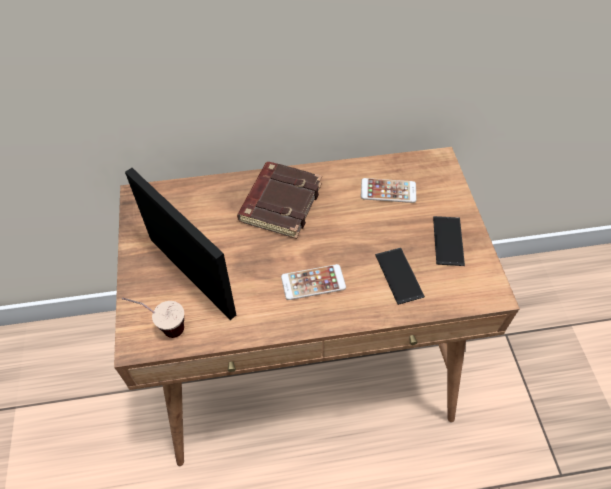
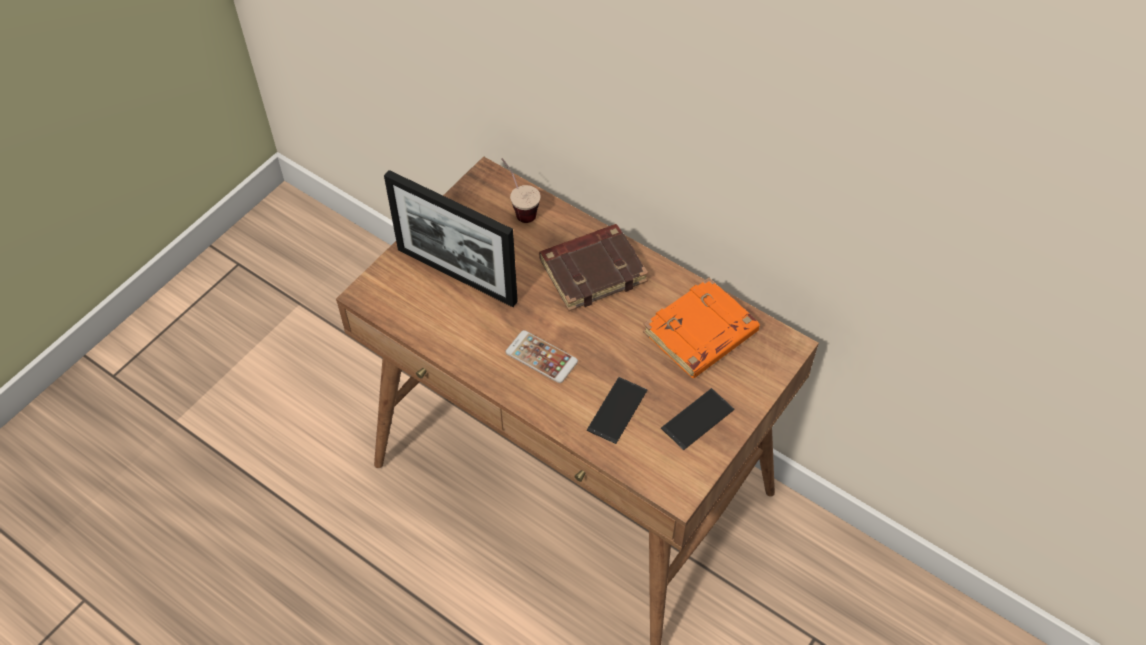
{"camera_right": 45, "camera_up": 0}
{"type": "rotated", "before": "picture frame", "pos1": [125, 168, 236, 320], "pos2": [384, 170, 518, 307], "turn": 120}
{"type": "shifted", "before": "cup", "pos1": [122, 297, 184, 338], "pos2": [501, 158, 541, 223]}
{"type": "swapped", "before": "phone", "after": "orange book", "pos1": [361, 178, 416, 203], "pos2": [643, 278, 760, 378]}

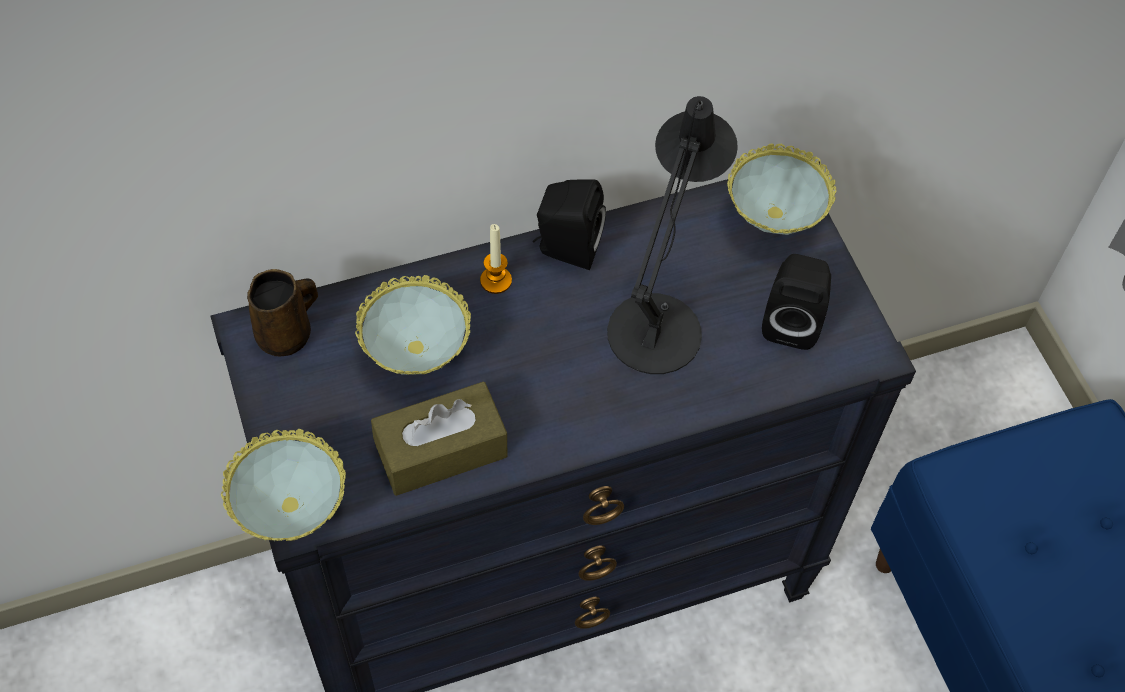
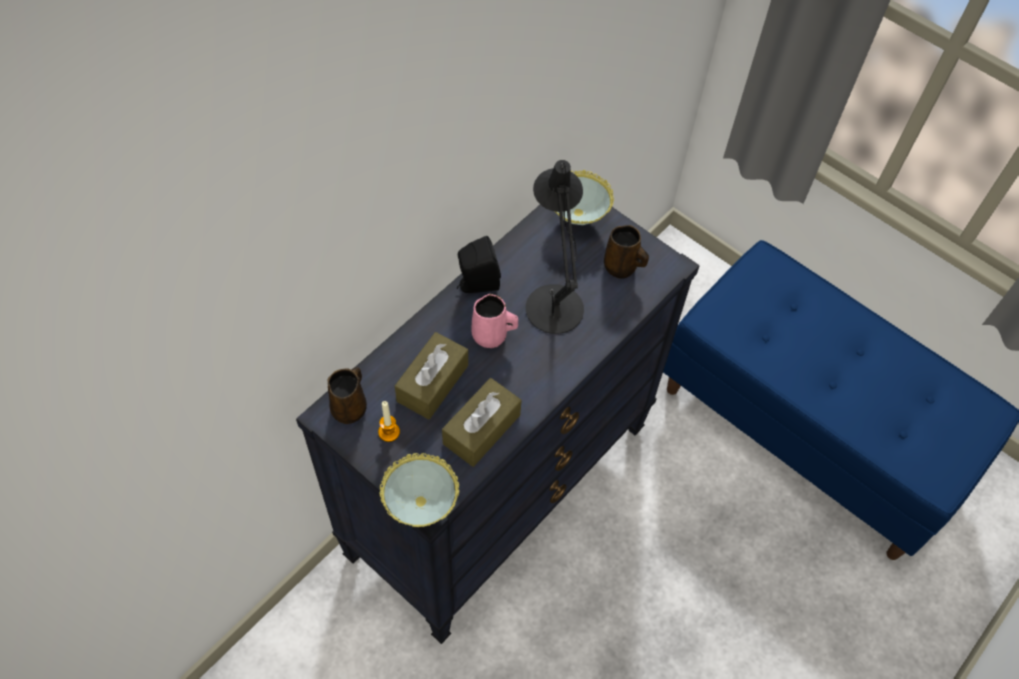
{"camera_right": -30, "camera_up": 0}
{"type": "shifted", "before": "candle", "pos1": [480, 224, 512, 294], "pos2": [378, 401, 400, 442]}
{"type": "swapped", "before": "bowl", "after": "brown tissue box", "pos1": [355, 275, 471, 375], "pos2": [395, 332, 468, 420]}
{"type": "new", "after": "pink mug", "pos2": [471, 294, 518, 348]}
{"type": "swapped", "before": "black speaker", "after": "brown mug", "pos1": [762, 254, 831, 350], "pos2": [604, 225, 649, 279]}

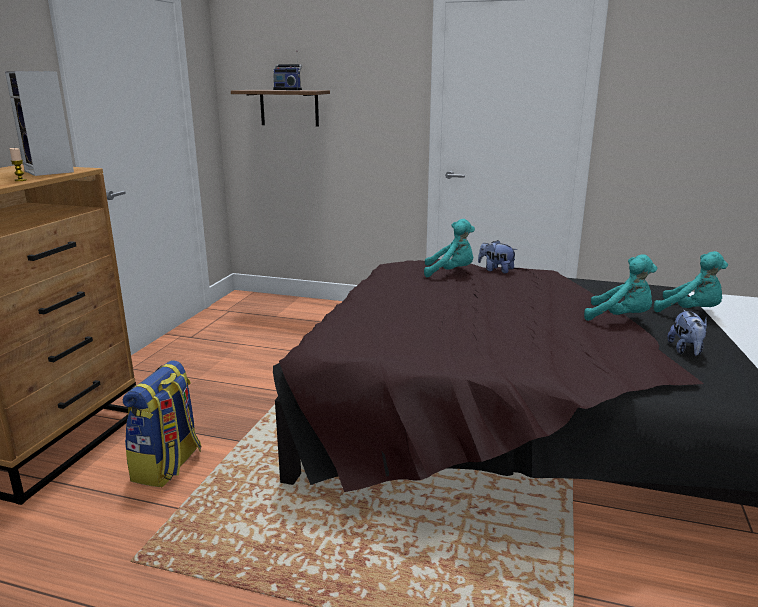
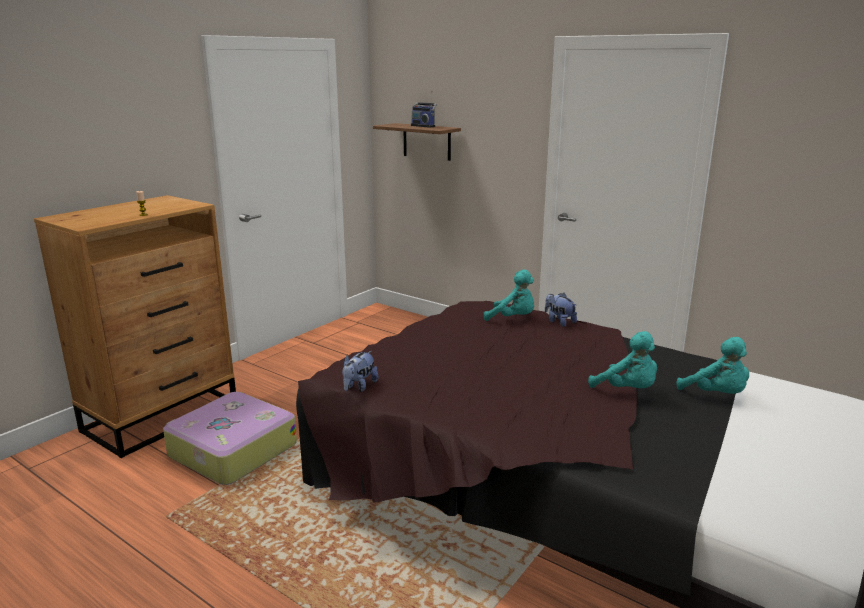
{"camera_right": 20, "camera_up": 0}
{"type": "swapped", "before": "backpack", "after": "suitcase", "pos1": [123, 360, 201, 487], "pos2": [163, 392, 297, 485]}
{"type": "shifted", "before": "plush toy", "pos1": [667, 310, 707, 356], "pos2": [342, 351, 379, 392]}
{"type": "gone", "before": "speaker", "pos1": [5, 71, 74, 176]}

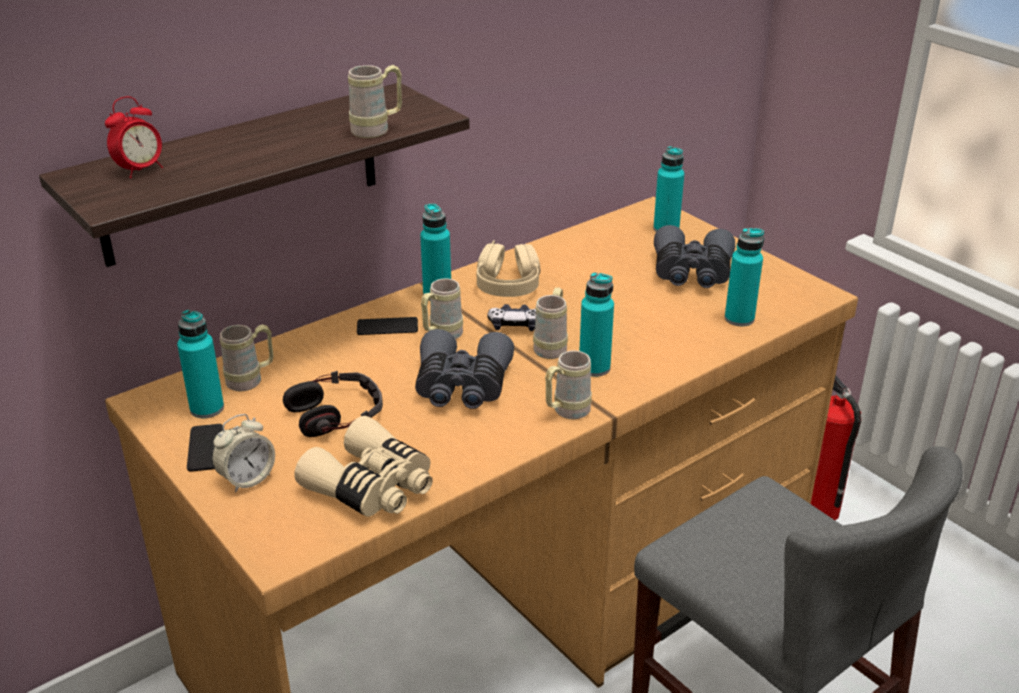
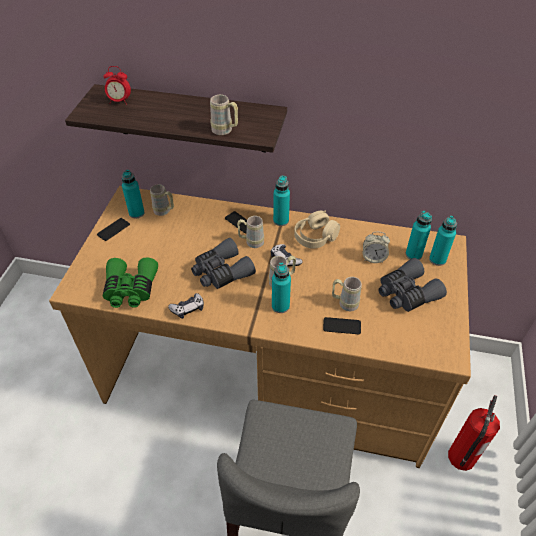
{"camera_right": 50, "camera_up": 15}
{"type": "repainted", "before": "beige binoculars", "after": "green binoculars", "pos1": [295, 416, 433, 517], "pos2": [103, 258, 158, 308]}
{"type": "new", "after": "game controller", "pos2": [168, 293, 204, 319]}
{"type": "new", "after": "phone", "pos2": [323, 317, 361, 334]}
{"type": "shifted", "before": "beige mug", "pos1": [545, 350, 592, 419], "pos2": [332, 277, 362, 311]}
{"type": "shifted", "before": "alarm clock", "pos1": [212, 414, 275, 493], "pos2": [363, 232, 390, 263]}
{"type": "shifted", "before": "turquoise bottle", "pos1": [725, 228, 764, 326], "pos2": [406, 211, 432, 260]}
{"type": "gone", "before": "headphones", "pos1": [283, 371, 383, 437]}

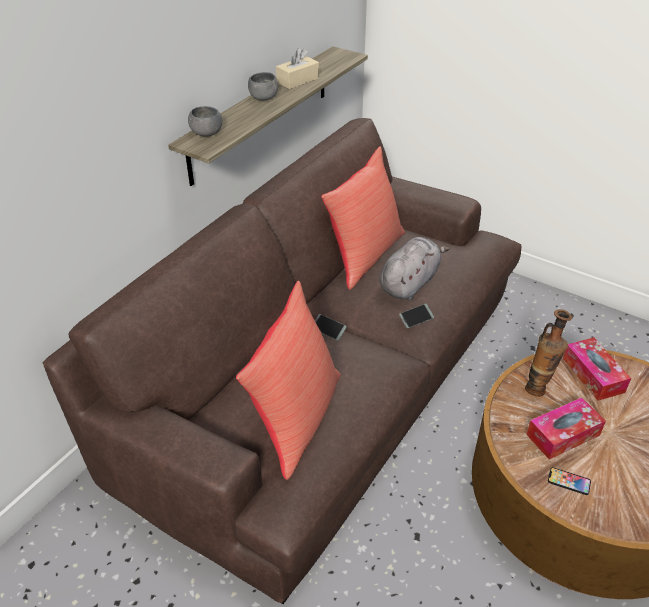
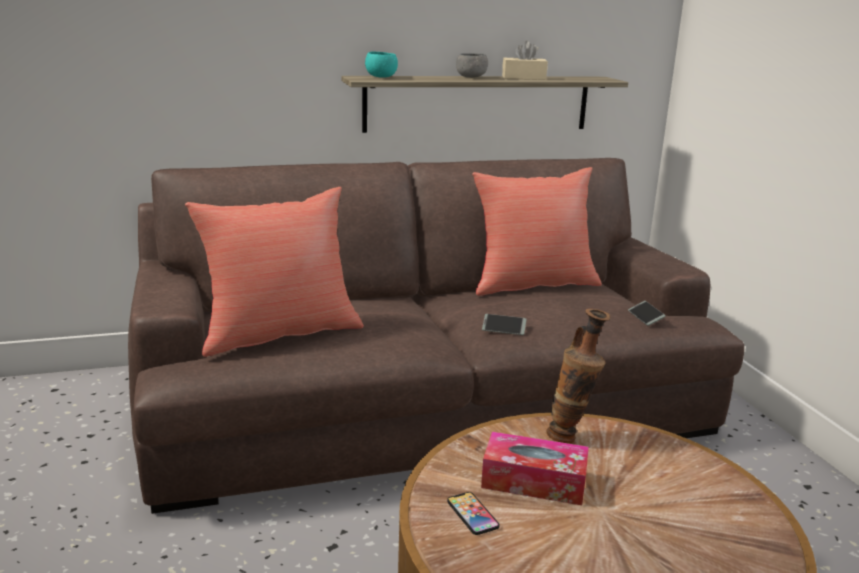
{"camera_right": 40, "camera_up": -20}
{"type": "repainted", "before": "grey bowl", "after": "turquoise bowl", "pos1": [188, 106, 222, 136], "pos2": [365, 51, 398, 78]}
{"type": "shifted", "before": "phone", "pos1": [315, 314, 347, 341], "pos2": [628, 301, 666, 326]}
{"type": "gone", "before": "grey plush toy", "pos1": [380, 237, 450, 300]}
{"type": "gone", "before": "tissue box", "pos1": [563, 337, 631, 401]}

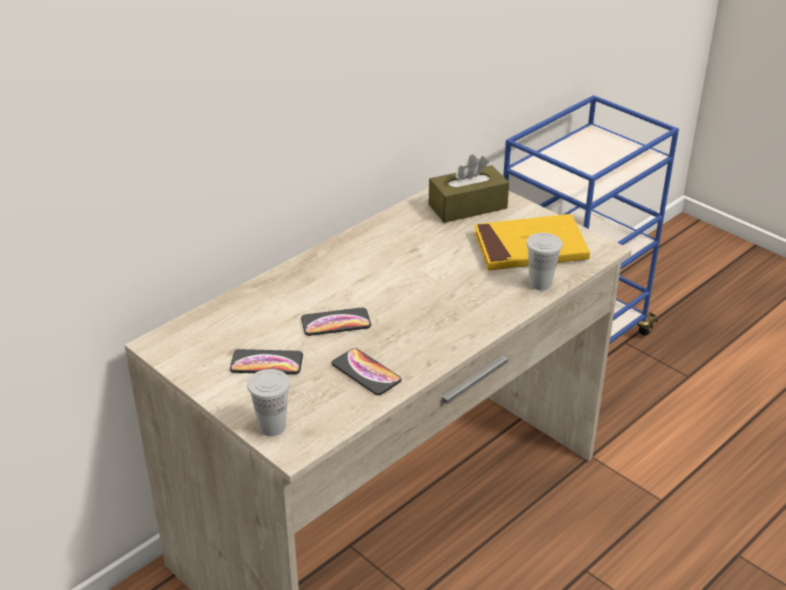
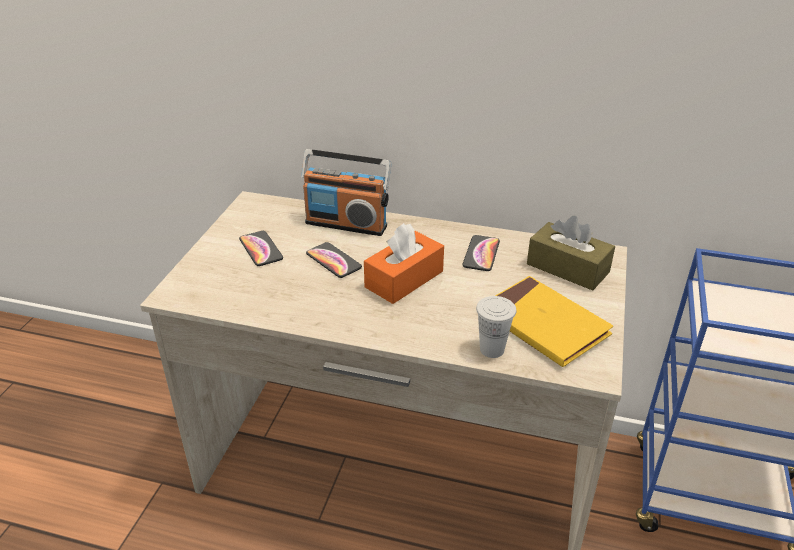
{"camera_right": 60, "camera_up": 0}
{"type": "new", "after": "radio", "pos2": [301, 149, 391, 236]}
{"type": "new", "after": "orange tissue box", "pos2": [364, 223, 444, 304]}
{"type": "shifted", "before": "phone", "pos1": [332, 348, 402, 395], "pos2": [462, 235, 500, 271]}
{"type": "gone", "before": "white cup", "pos1": [247, 369, 290, 436]}

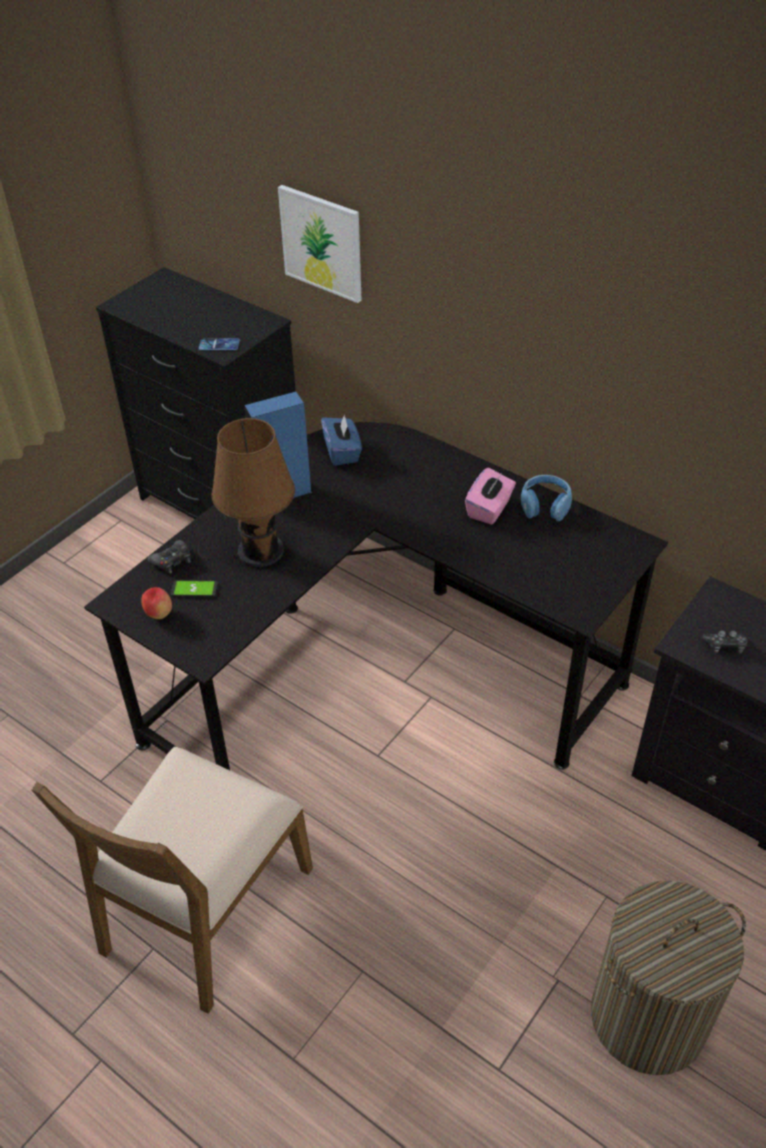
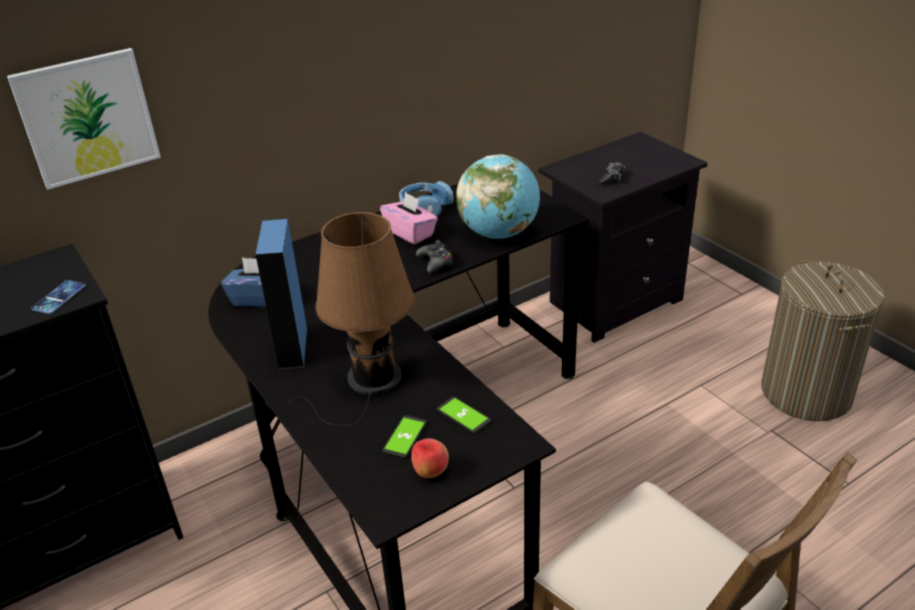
{"camera_right": -70, "camera_up": -10}
{"type": "shifted", "before": "black game controller", "pos1": [147, 540, 191, 574], "pos2": [416, 240, 454, 273]}
{"type": "new", "after": "phone", "pos2": [437, 396, 491, 434]}
{"type": "new", "after": "globe", "pos2": [456, 154, 540, 239]}

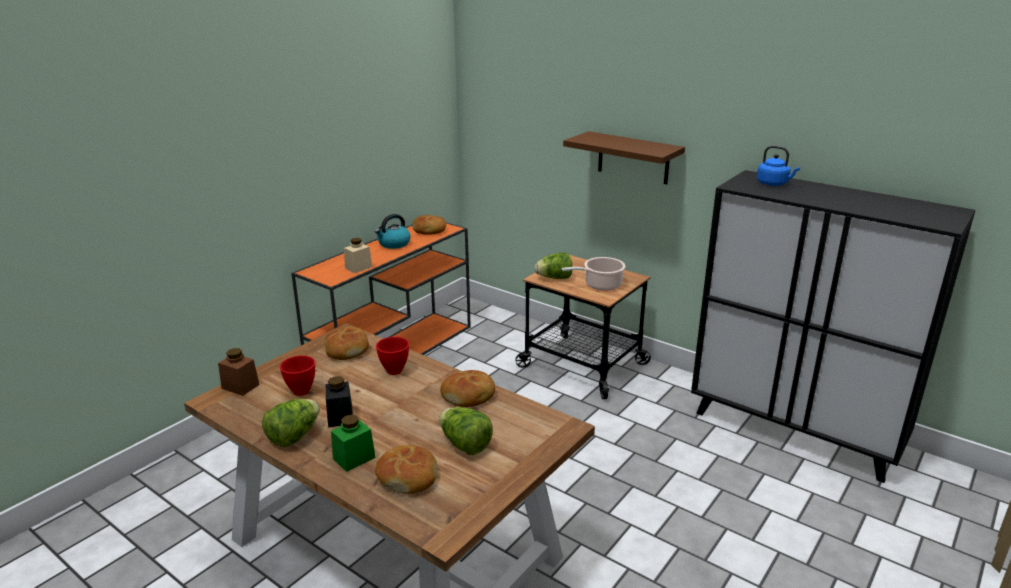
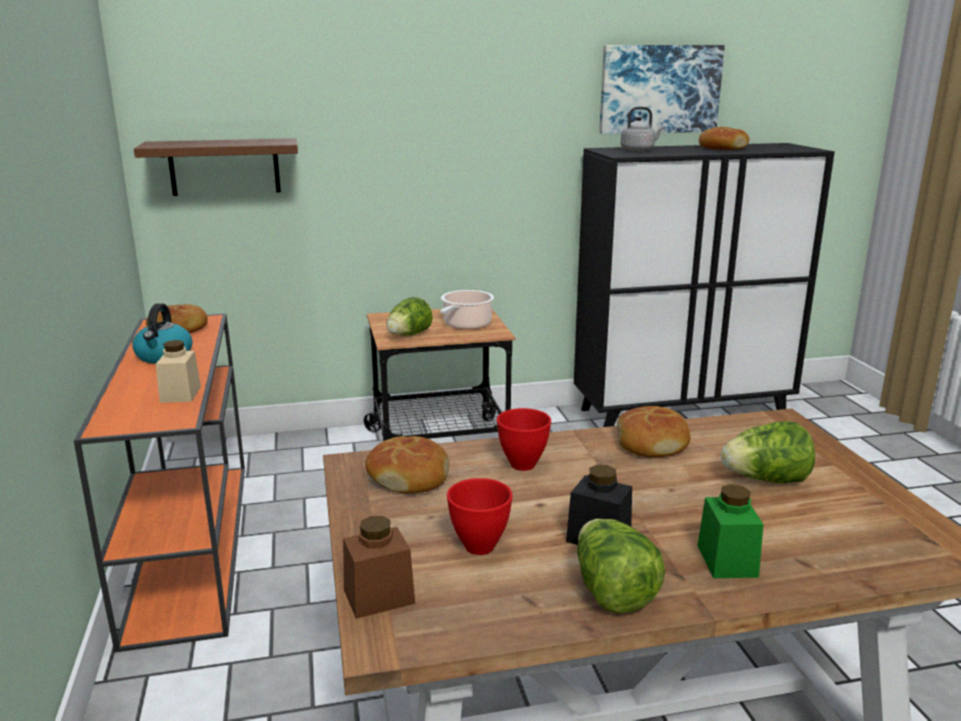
{"camera_right": -50, "camera_up": -5}
{"type": "shifted", "before": "brown shelf", "pos1": [563, 131, 685, 184], "pos2": [134, 138, 298, 196]}
{"type": "new", "after": "picture", "pos2": [599, 45, 725, 134]}
{"type": "repainted", "before": "blue kettle", "after": "grey kettle", "pos1": [757, 146, 800, 186], "pos2": [621, 107, 664, 151]}
{"type": "shifted", "before": "bread", "pos1": [375, 445, 437, 494], "pos2": [699, 127, 749, 150]}

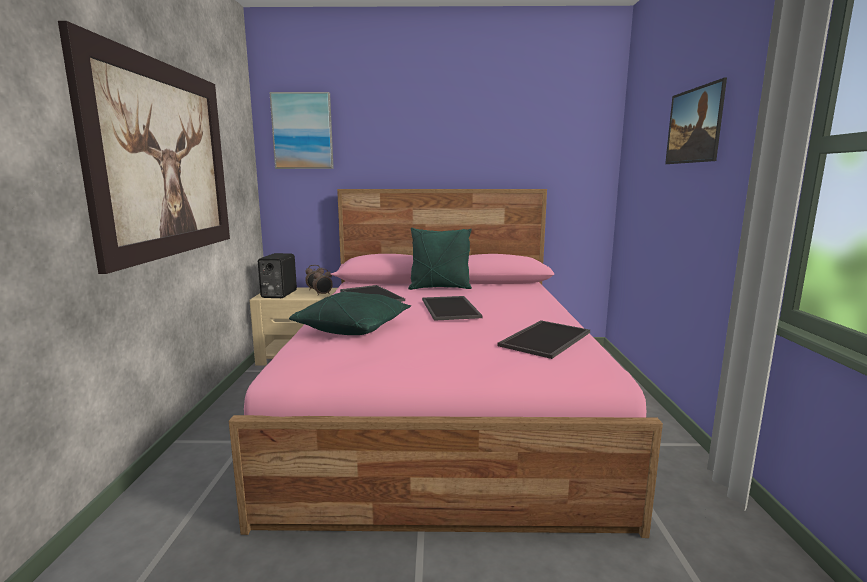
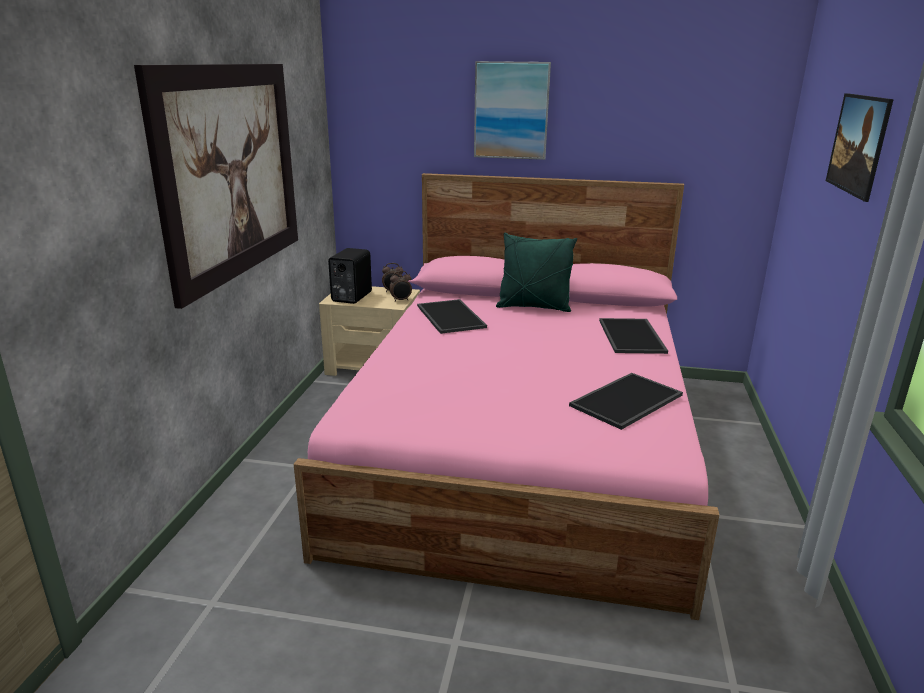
{"camera_right": 10, "camera_up": 10}
{"type": "shifted", "before": "picture", "pos1": [269, 92, 334, 169], "pos2": [474, 61, 551, 160]}
{"type": "shifted", "before": "tray", "pos1": [422, 296, 483, 321], "pos2": [599, 318, 668, 354]}
{"type": "gone", "before": "green pillow", "pos1": [289, 292, 411, 335]}

